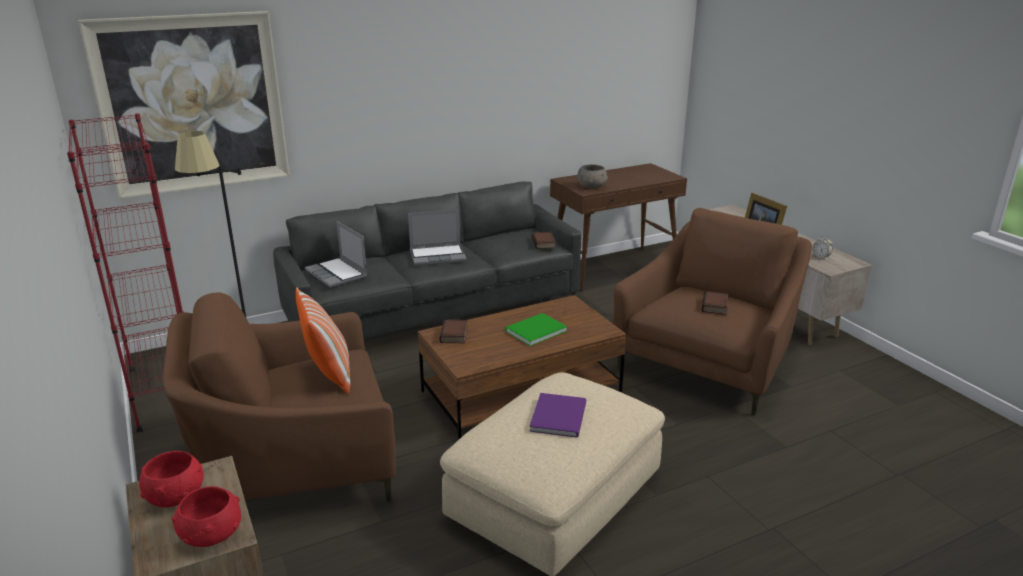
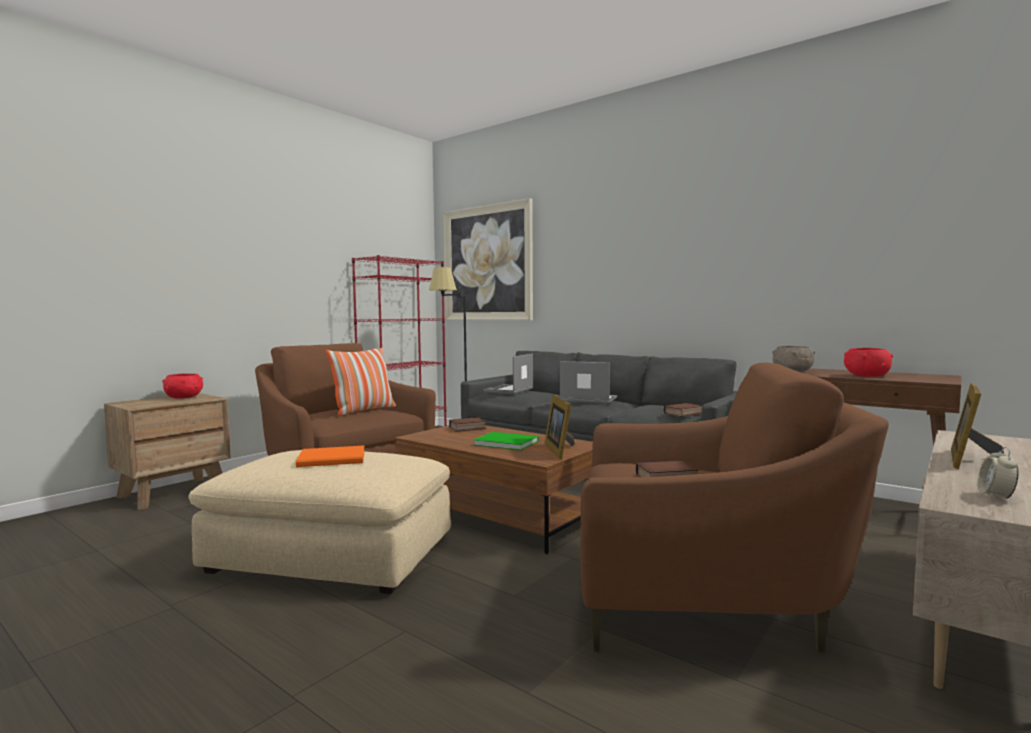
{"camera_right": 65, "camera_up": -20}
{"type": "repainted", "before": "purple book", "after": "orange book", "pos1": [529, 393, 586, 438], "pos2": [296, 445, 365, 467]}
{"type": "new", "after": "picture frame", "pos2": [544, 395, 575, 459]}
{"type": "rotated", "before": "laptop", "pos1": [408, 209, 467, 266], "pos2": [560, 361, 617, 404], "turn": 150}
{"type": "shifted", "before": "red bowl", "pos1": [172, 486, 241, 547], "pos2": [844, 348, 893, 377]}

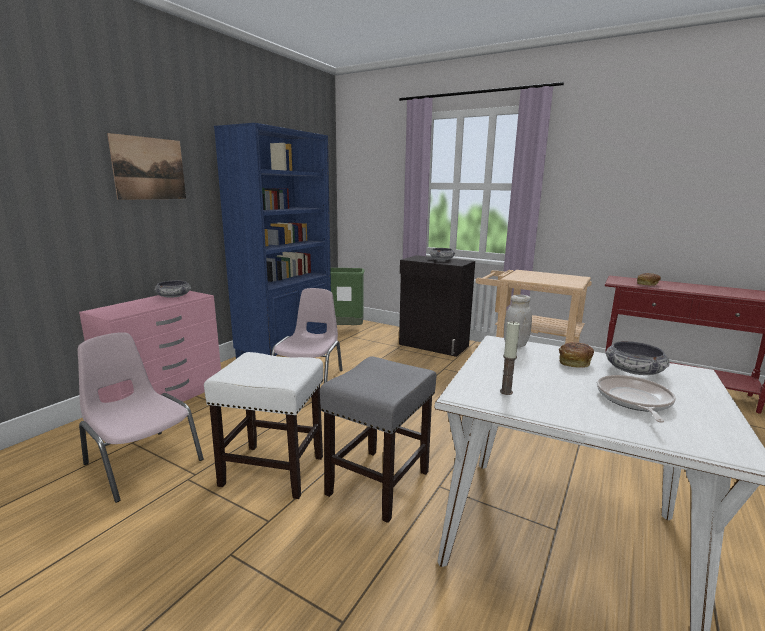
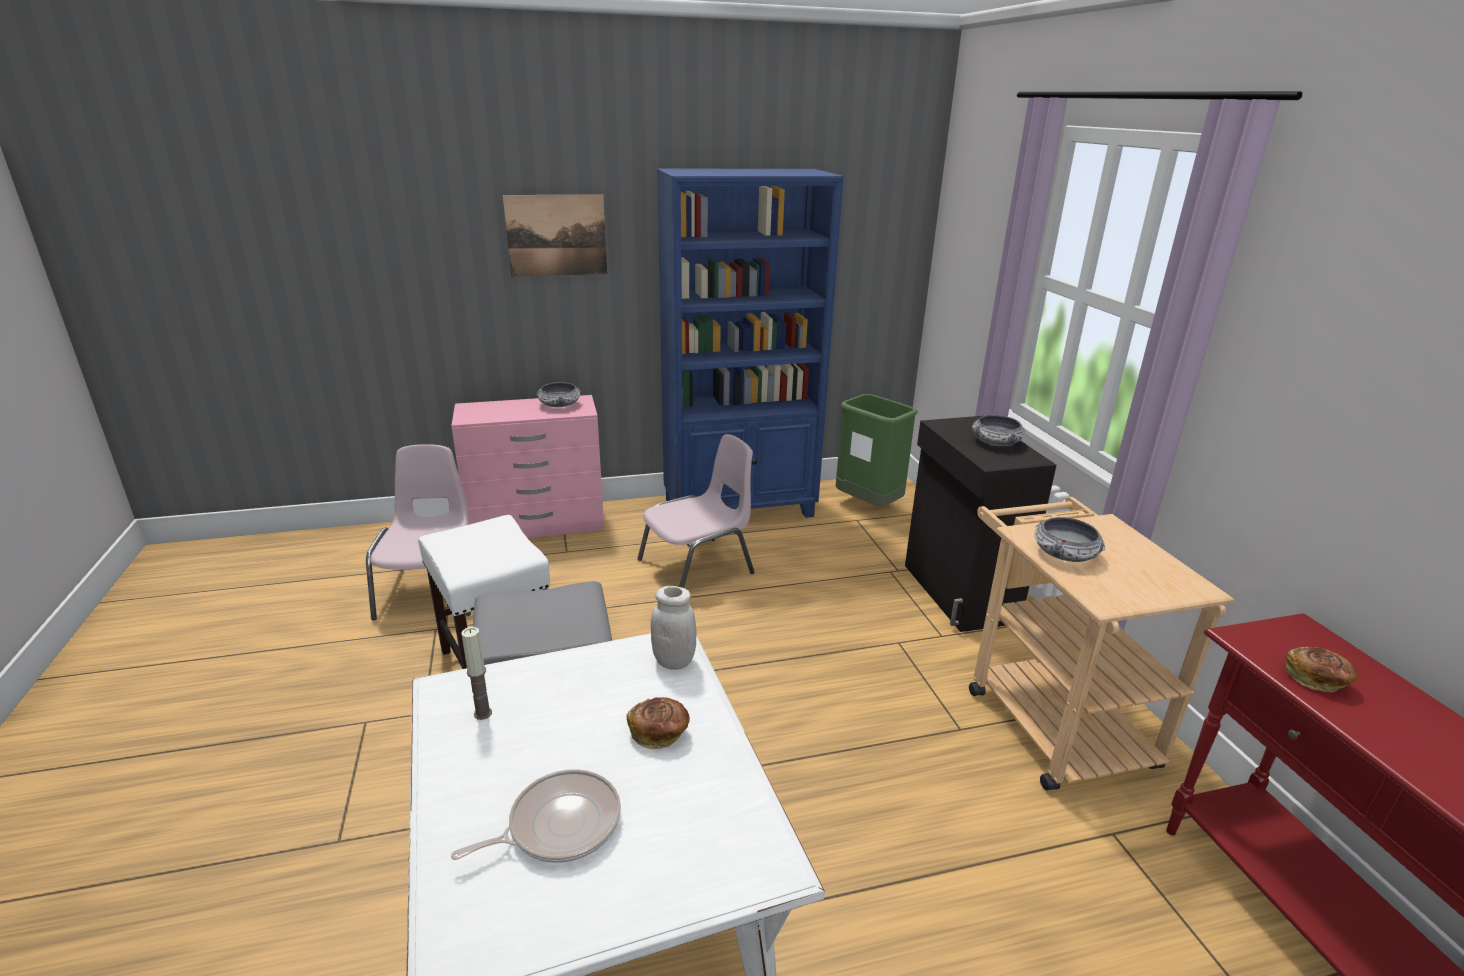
{"camera_right": 45, "camera_up": 10}
{"type": "shifted", "before": "bowl", "pos1": [605, 341, 670, 375], "pos2": [1035, 517, 1105, 562]}

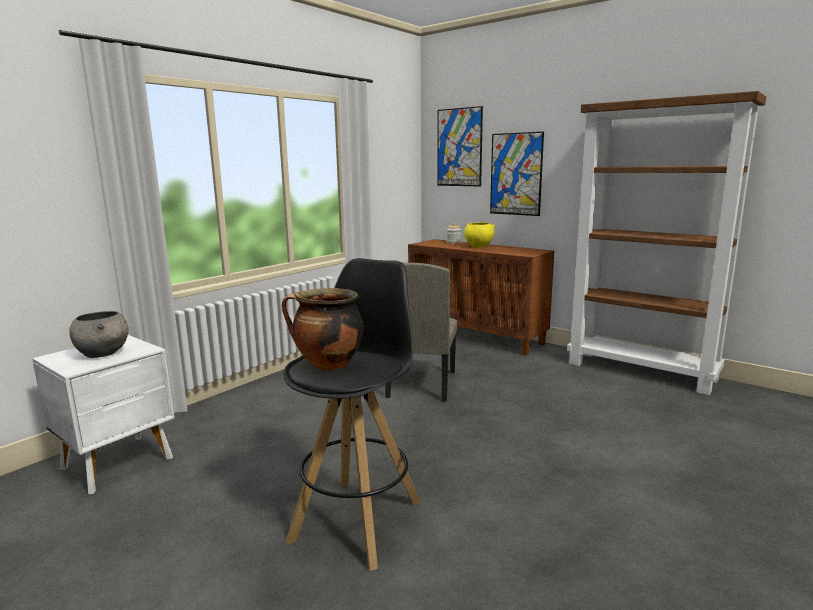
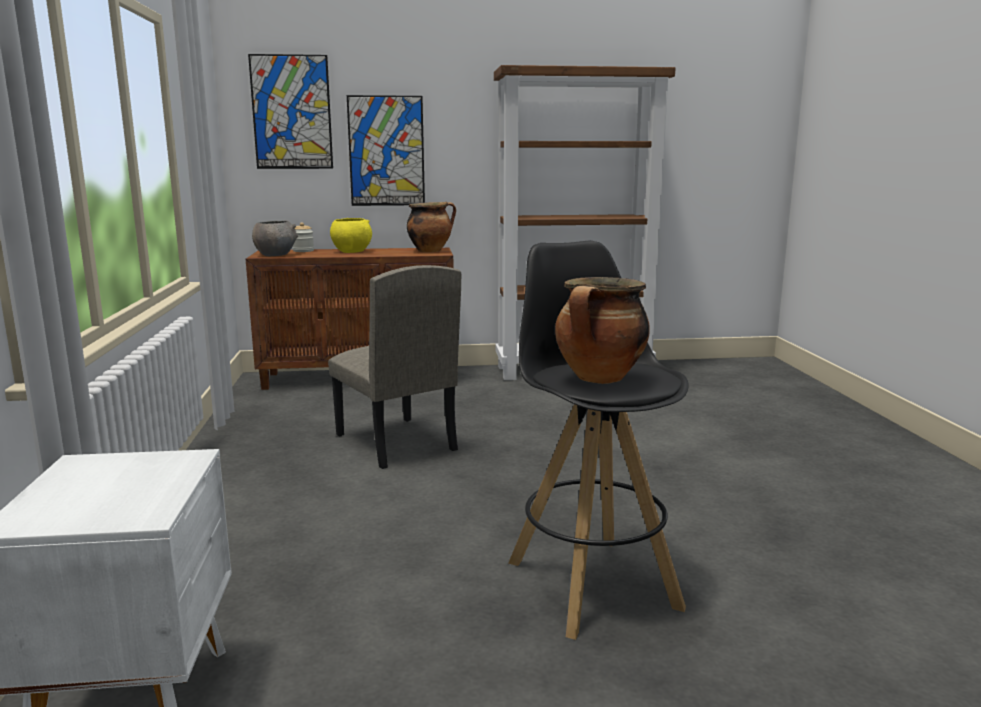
{"camera_right": -45, "camera_up": 0}
{"type": "shifted", "before": "grey bowl", "pos1": [69, 311, 129, 358], "pos2": [252, 220, 298, 256]}
{"type": "new", "after": "cooking pot", "pos2": [407, 202, 456, 252]}

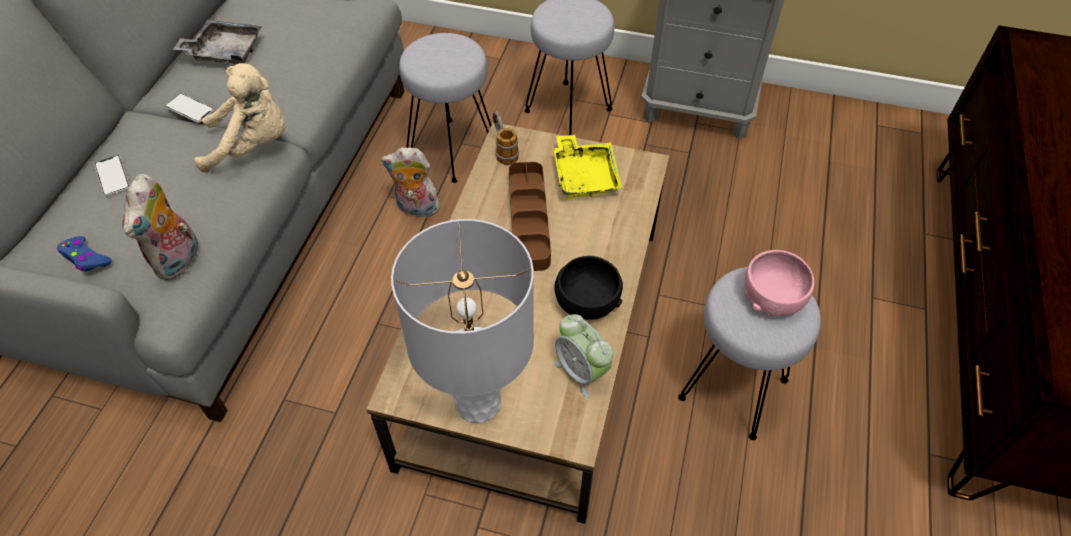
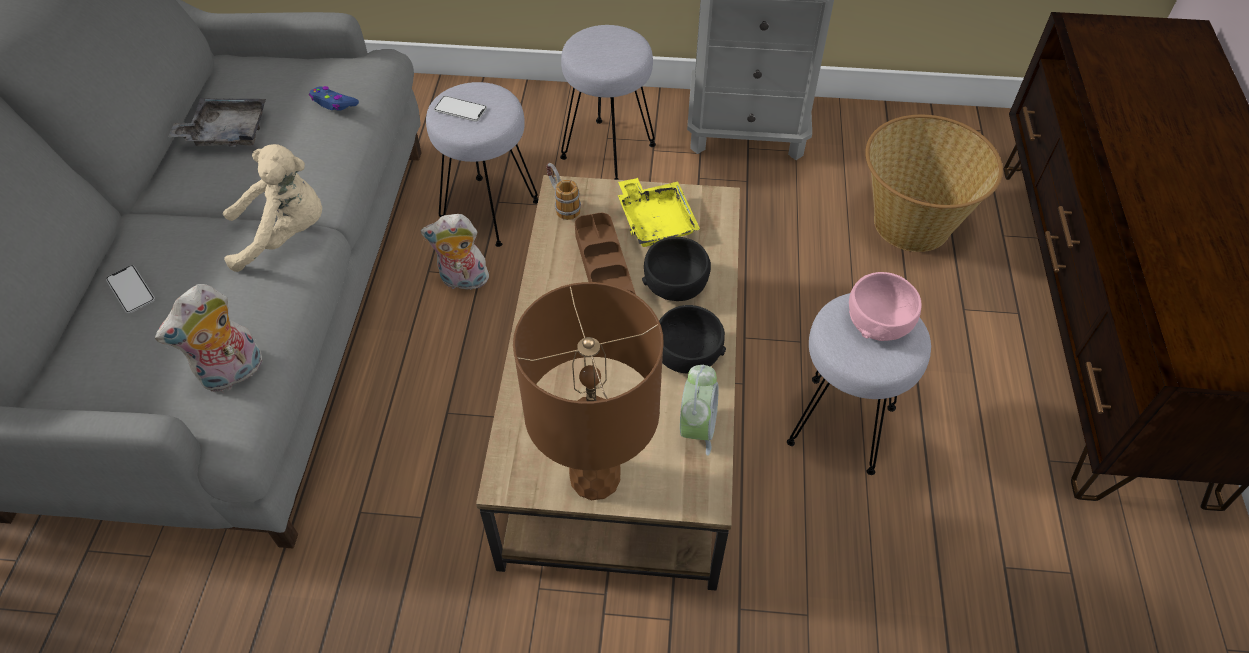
{"camera_right": -10, "camera_up": 0}
{"type": "rotated", "before": "plush toy", "pos1": [122, 174, 202, 280], "pos2": [155, 284, 263, 392], "turn": 45}
{"type": "shifted", "before": "blue game controller", "pos1": [57, 236, 112, 272], "pos2": [309, 86, 359, 111]}
{"type": "shifted", "before": "phone", "pos1": [165, 93, 215, 123], "pos2": [434, 96, 487, 122]}
{"type": "repainted", "before": "grey table lamp", "after": "brown table lamp", "pos1": [391, 219, 534, 423], "pos2": [513, 282, 664, 500]}
{"type": "new", "after": "black bowl", "pos2": [642, 237, 711, 301]}
{"type": "rotated", "before": "alarm clock", "pos1": [553, 314, 613, 398], "pos2": [680, 365, 719, 456], "turn": -120}
{"type": "new", "after": "basket", "pos2": [865, 115, 1003, 252]}

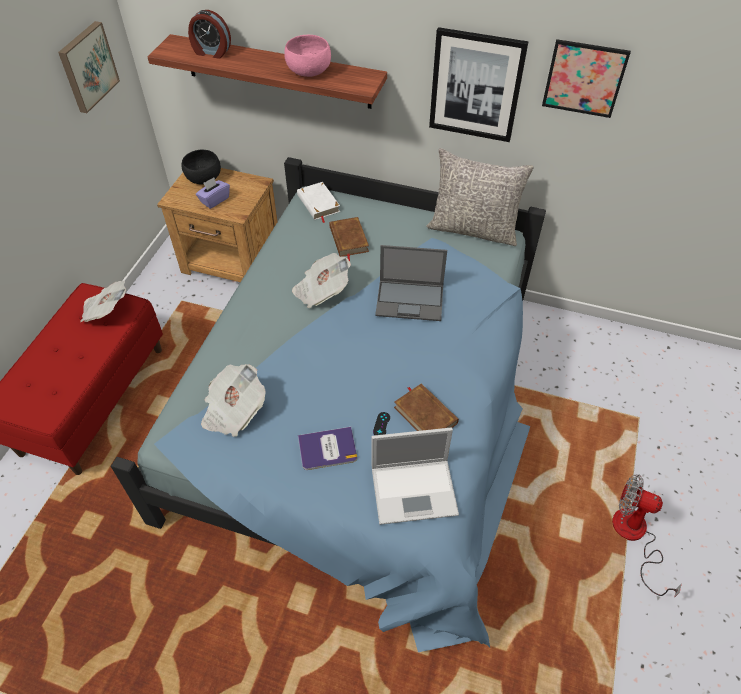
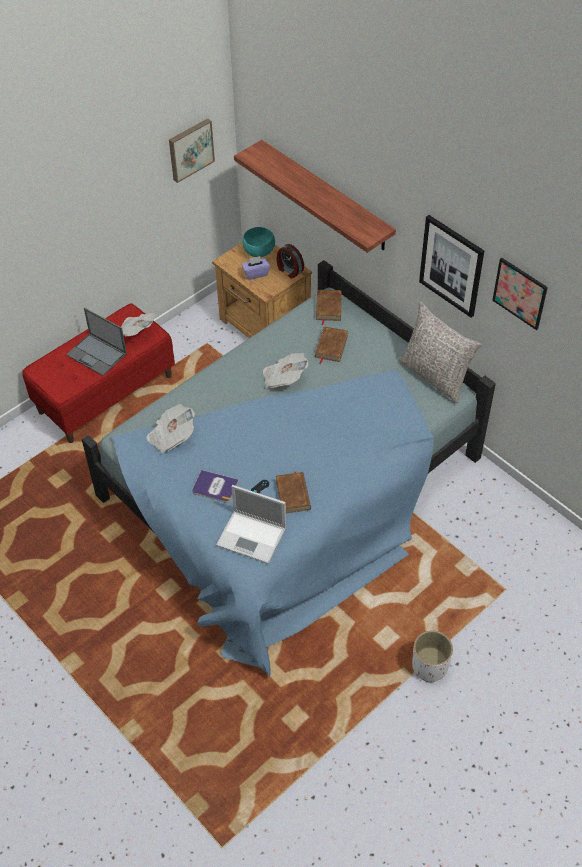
{"camera_right": 30, "camera_up": 0}
{"type": "shifted", "before": "laptop", "pos1": [375, 245, 447, 321], "pos2": [66, 308, 127, 376]}
{"type": "repainted", "before": "black bowl", "after": "turquoise bowl", "pos1": [182, 149, 221, 184], "pos2": [242, 227, 275, 257]}
{"type": "shifted", "before": "alarm clock", "pos1": [188, 10, 231, 59], "pos2": [277, 244, 304, 279]}
{"type": "repainted", "before": "white book", "after": "brown book", "pos1": [297, 182, 340, 223], "pos2": [316, 290, 342, 325]}
{"type": "swapped", "before": "fan", "after": "white planter", "pos1": [612, 474, 682, 597], "pos2": [412, 630, 453, 682]}
{"type": "gone", "before": "pink bowl", "pos1": [284, 35, 331, 77]}

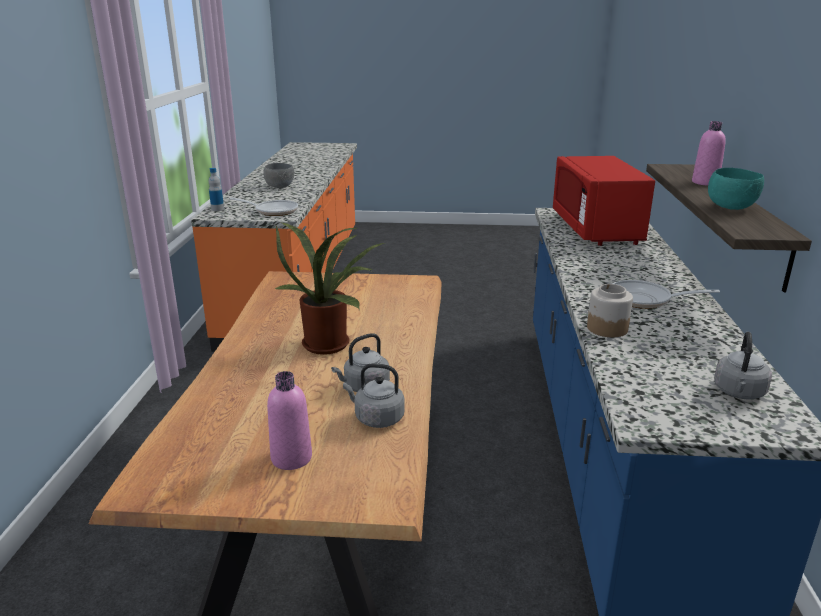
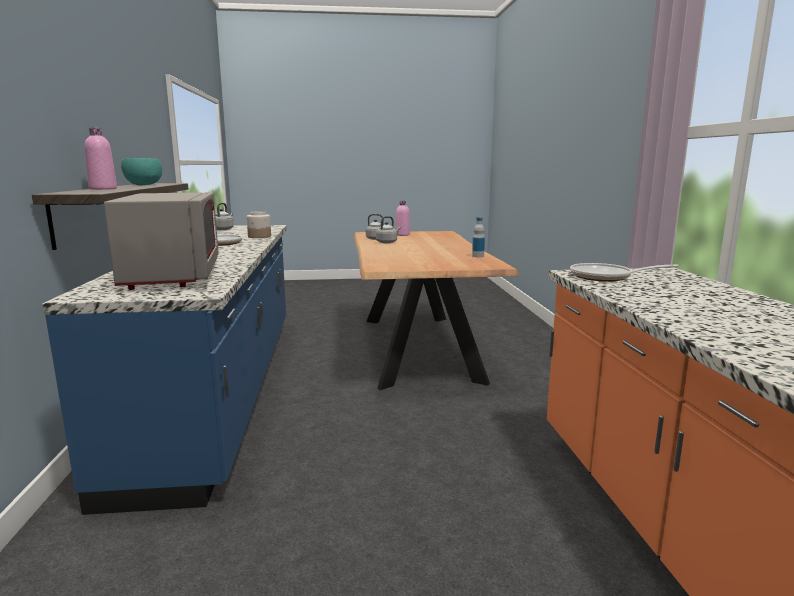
{"camera_right": 170, "camera_up": -10}
{"type": "repainted", "before": "red microwave", "after": "grey microwave", "pos1": [553, 156, 655, 246], "pos2": [104, 192, 219, 290]}
{"type": "shifted", "before": "bottle", "pos1": [209, 168, 224, 211], "pos2": [472, 217, 485, 257]}
{"type": "gone", "before": "grey bowl", "pos1": [264, 163, 294, 188]}
{"type": "gone", "before": "potted plant", "pos1": [275, 222, 384, 355]}

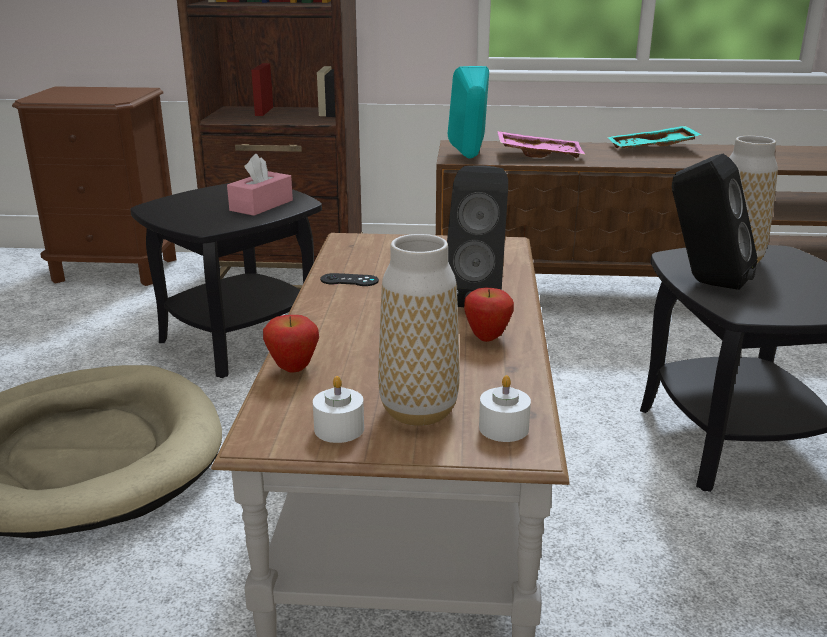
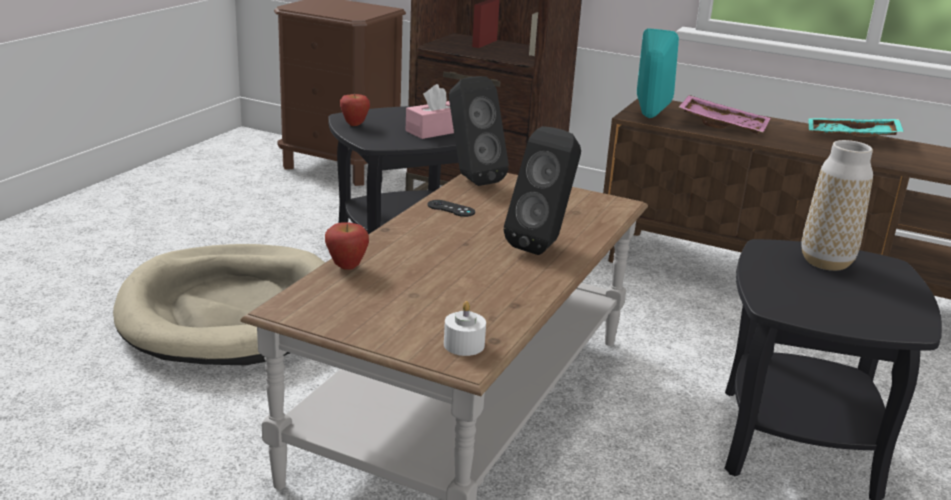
{"camera_right": 20, "camera_up": 0}
{"type": "shifted", "before": "apple", "pos1": [464, 288, 514, 342], "pos2": [340, 93, 370, 126]}
{"type": "shifted", "before": "black speaker", "pos1": [672, 154, 758, 290], "pos2": [449, 76, 509, 186]}
{"type": "gone", "before": "white candle", "pos1": [313, 376, 364, 443]}
{"type": "gone", "before": "vase", "pos1": [378, 234, 460, 426]}

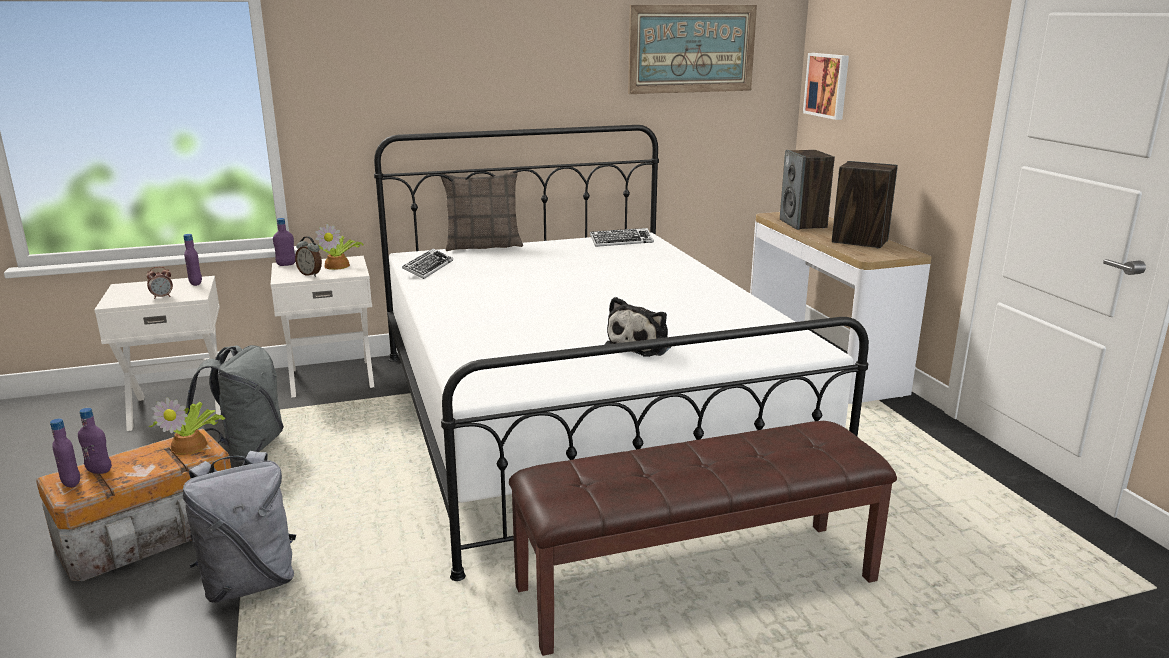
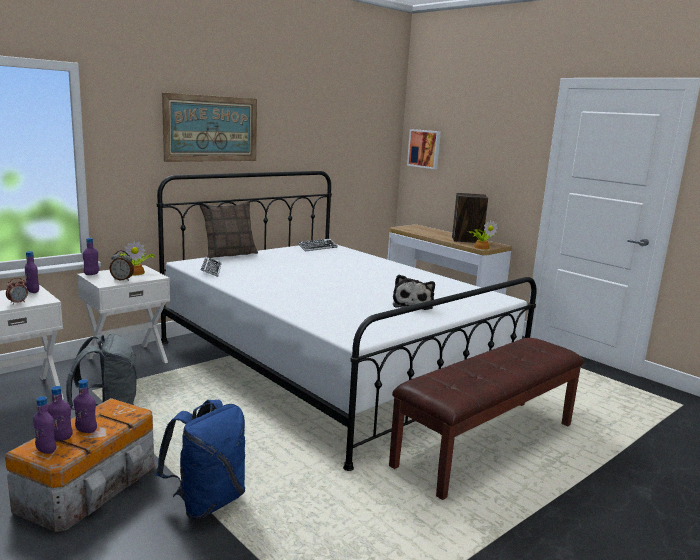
{"camera_right": -25, "camera_up": -5}
{"type": "new", "after": "purple bottle", "pos2": [74, 379, 97, 433]}
{"type": "repainted", "before": "grey backpack", "after": "blue backpack", "pos1": [183, 451, 296, 603], "pos2": [156, 400, 245, 519]}
{"type": "shifted", "before": "picture", "pos1": [628, 5, 757, 94], "pos2": [162, 93, 257, 162]}
{"type": "shifted", "before": "potted plant", "pos1": [148, 397, 225, 455], "pos2": [467, 220, 498, 249]}
{"type": "gone", "before": "speaker", "pos1": [780, 150, 835, 230]}

